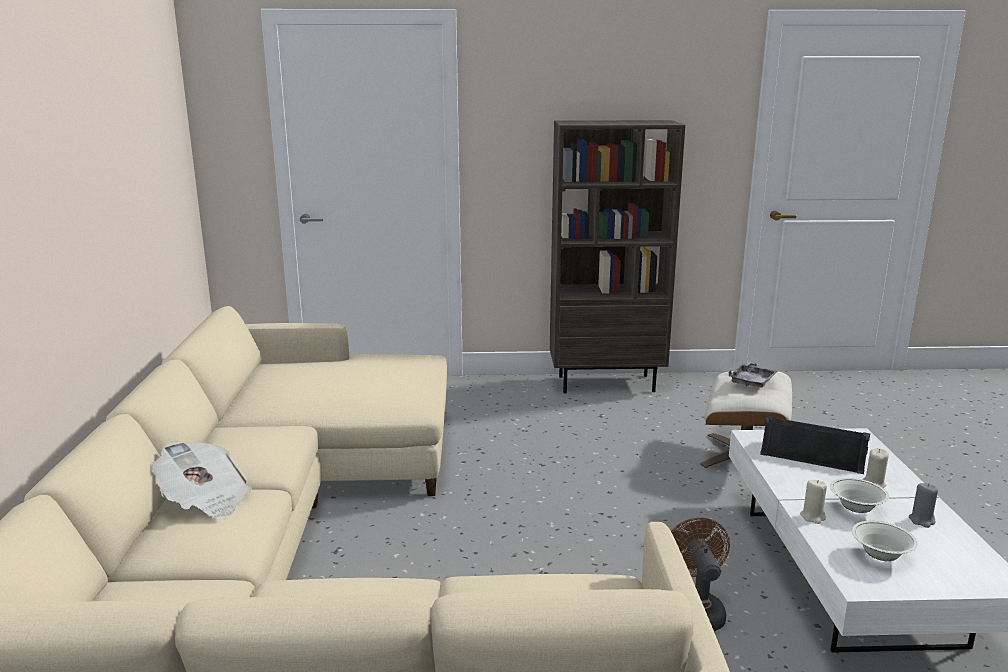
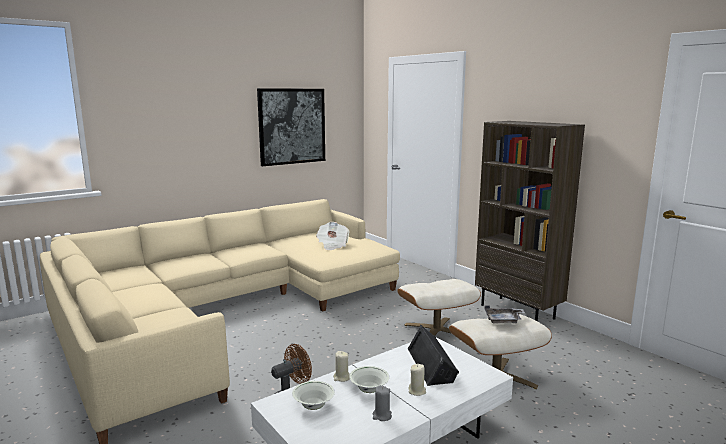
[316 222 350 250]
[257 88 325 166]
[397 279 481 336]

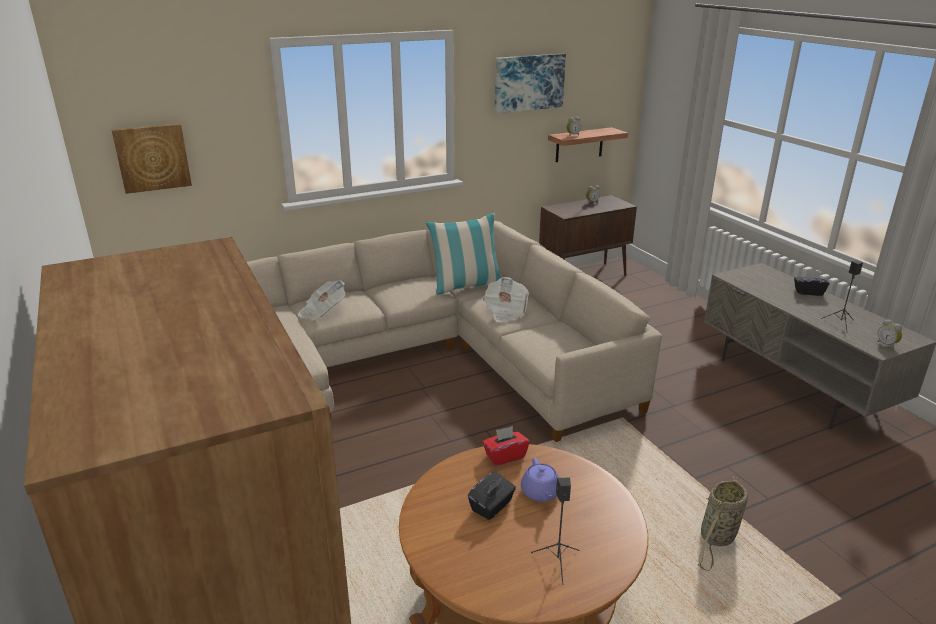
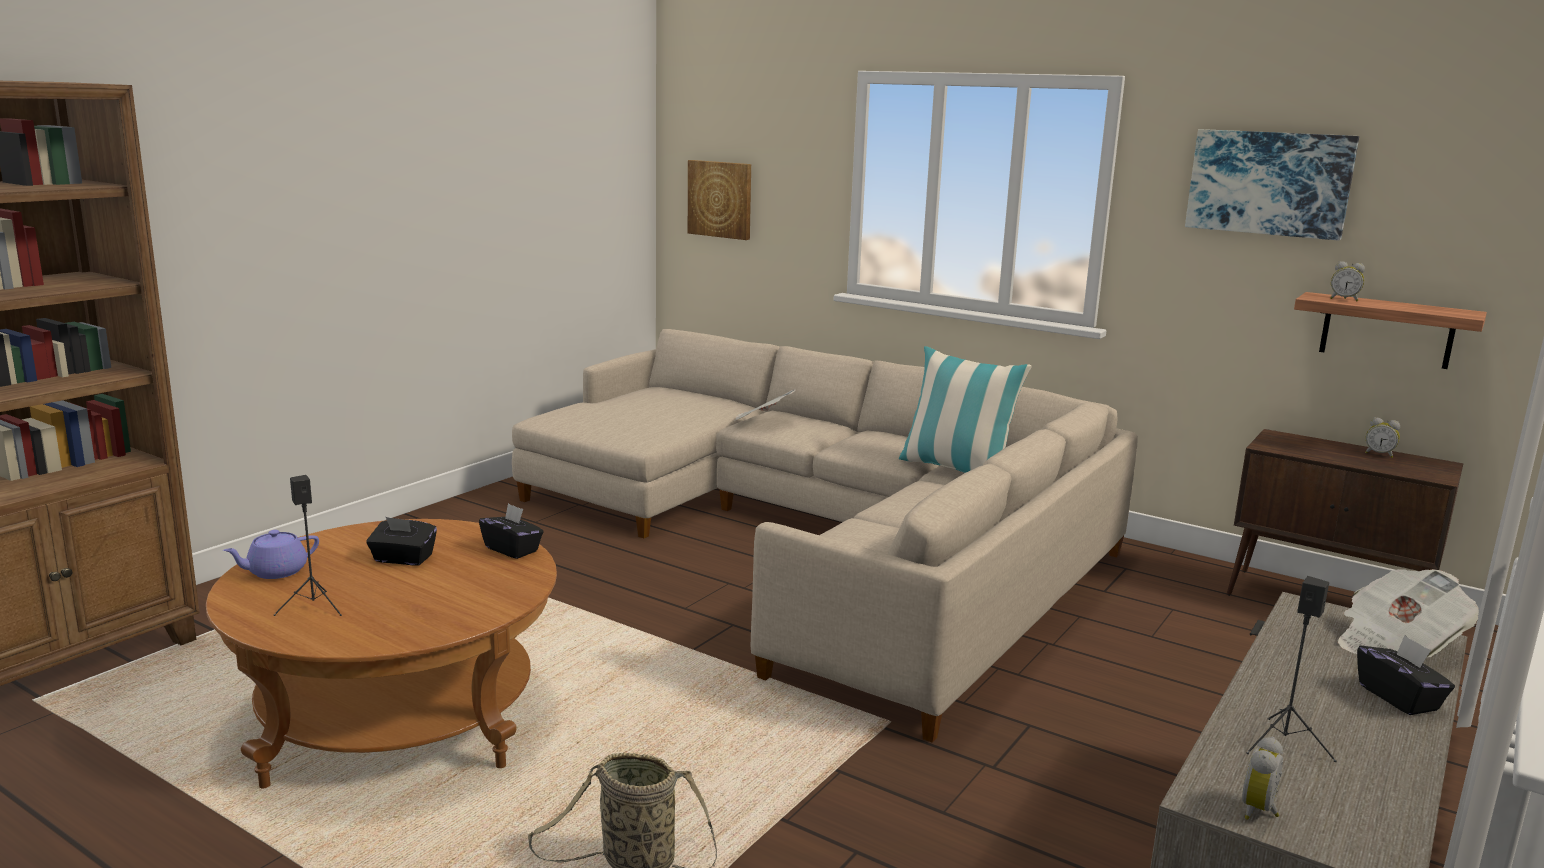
[1338 569 1479 657]
[479 503 544 559]
[223 530 319 579]

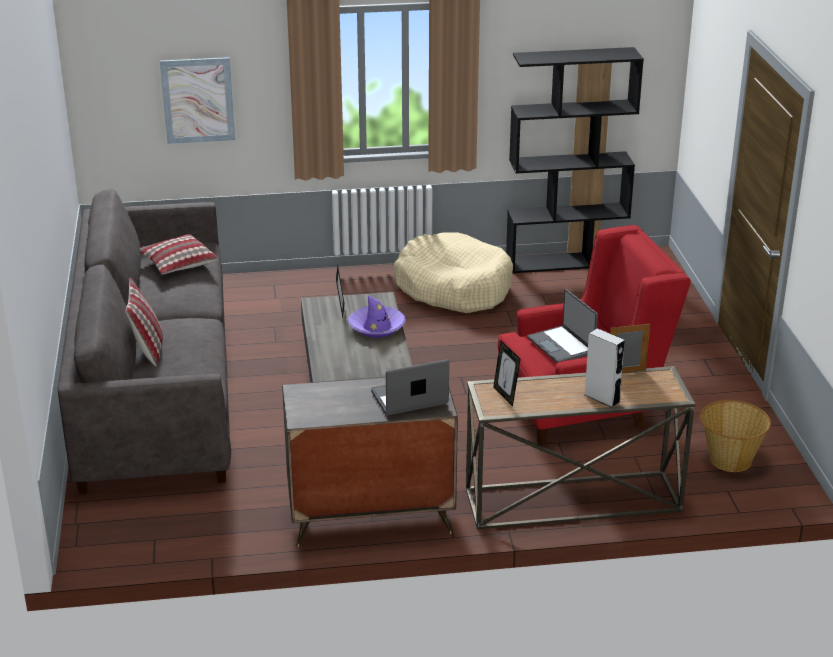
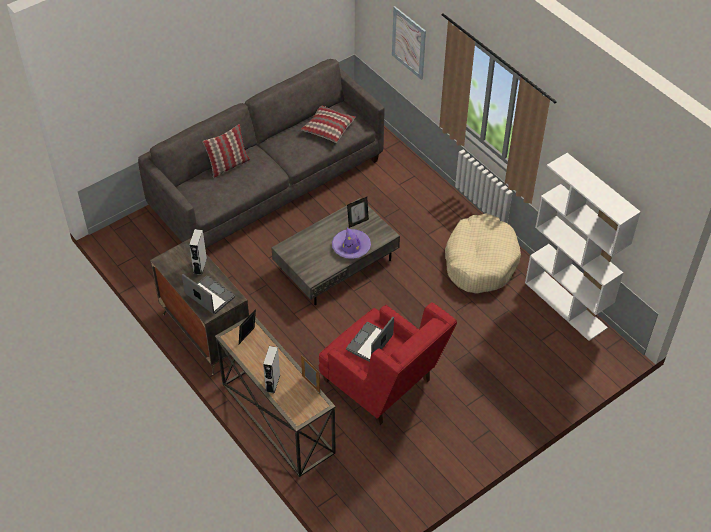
[525 153 641 341]
[700 400 771 472] (first image)
[189 229 207 275]

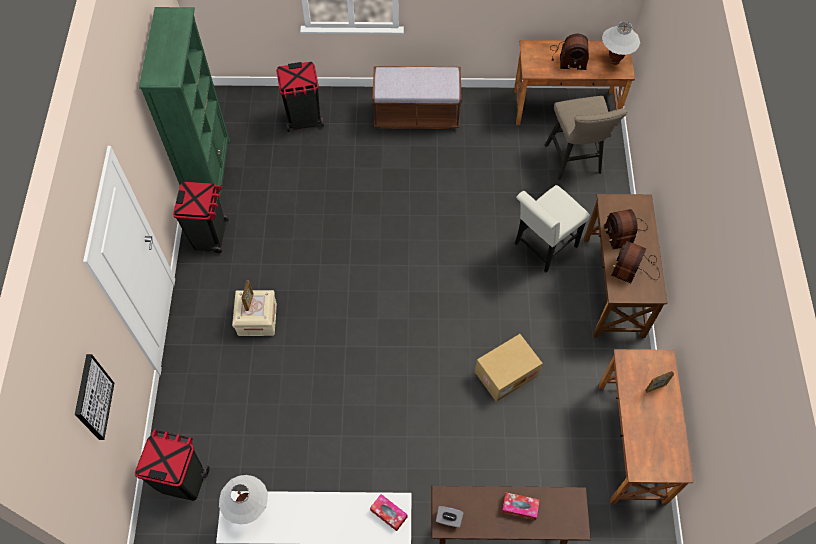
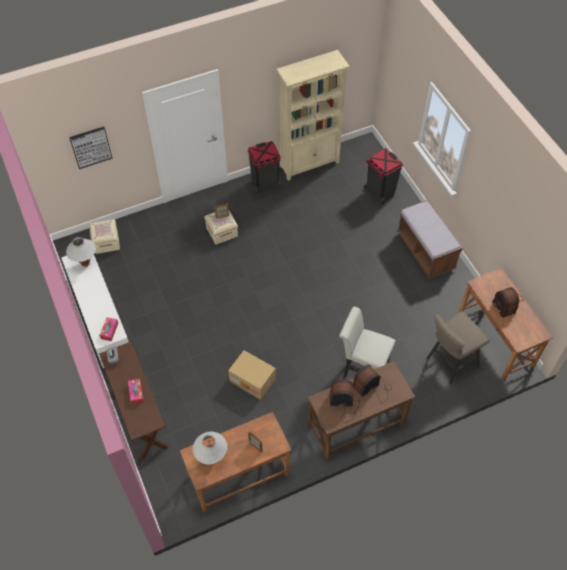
[276 50 350 181]
[193 431 228 465]
[89 219 120 254]

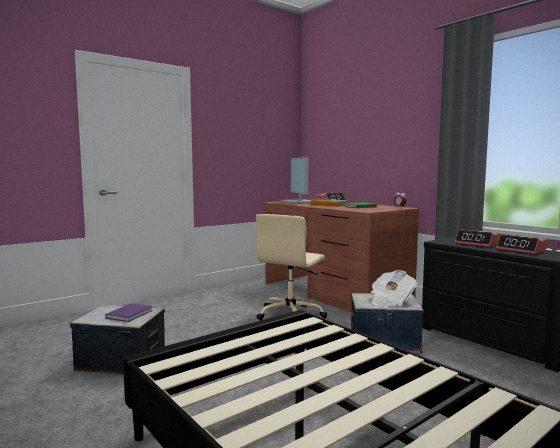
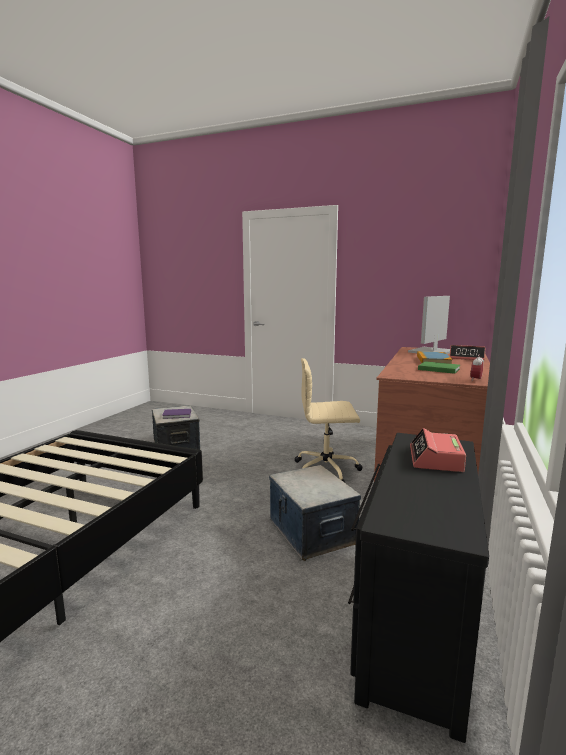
[496 234 547 254] (first image)
[371 270 417 306] (first image)

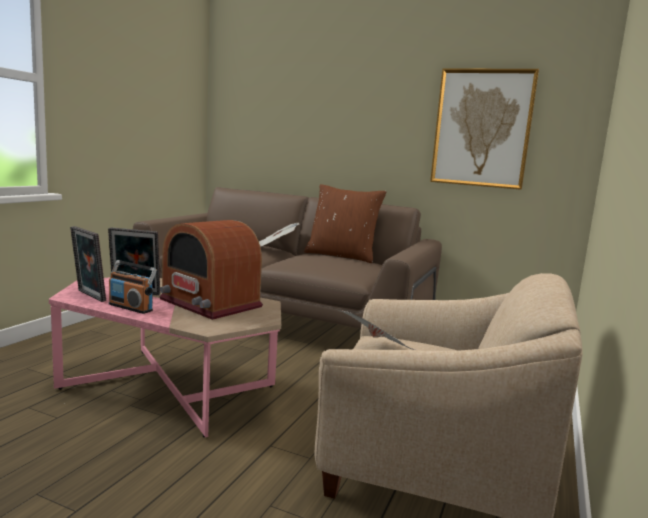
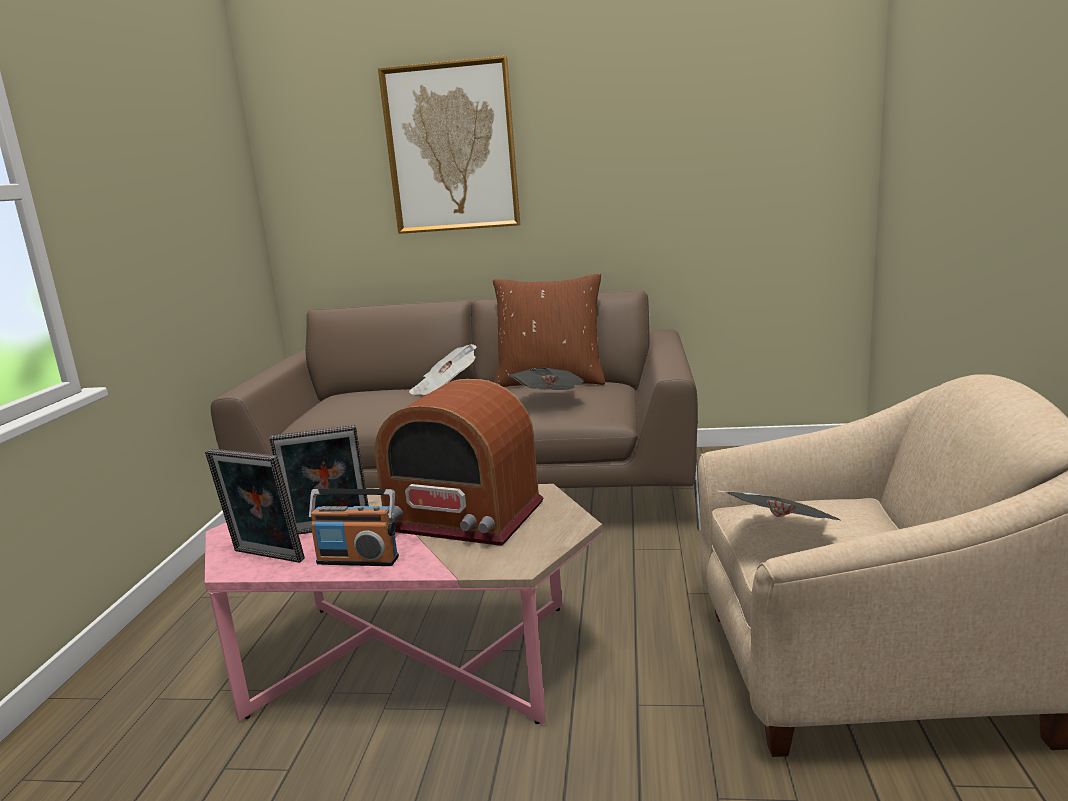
[378 56 520 234]
[509 368 585 390]

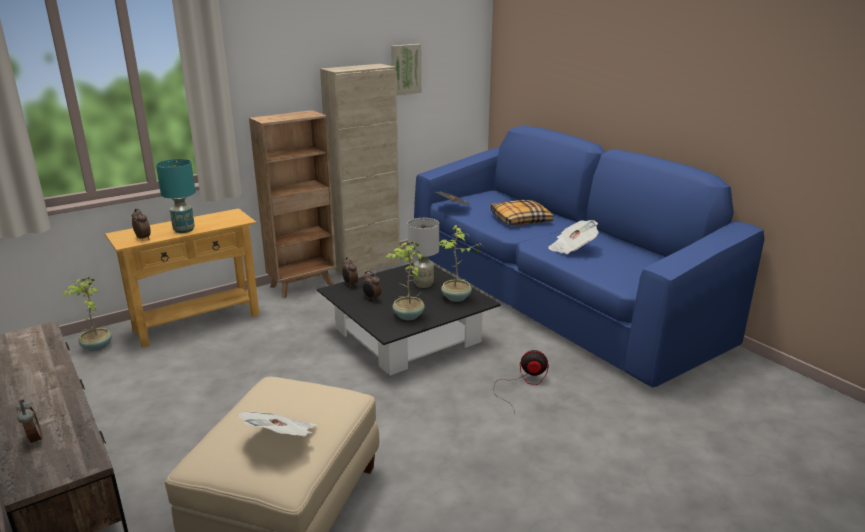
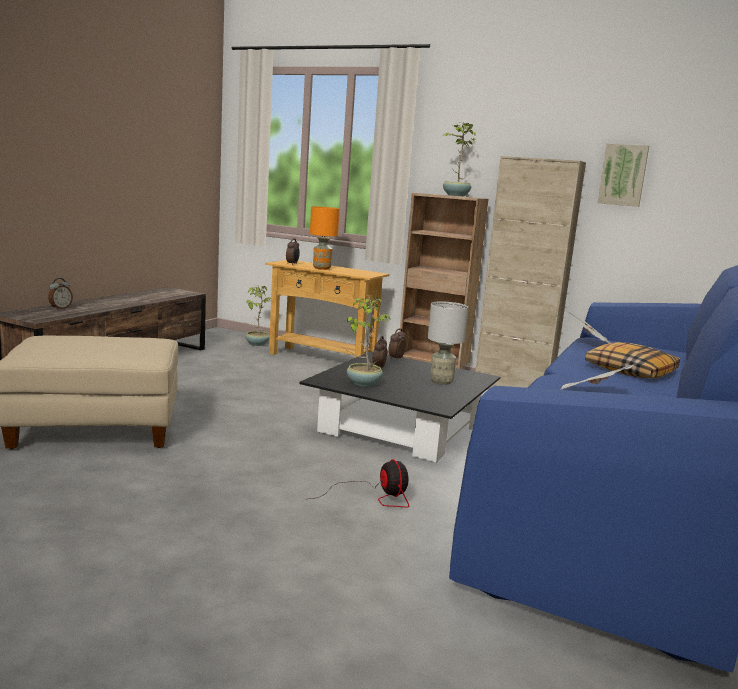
[310 206 340 270]
[442 122 476 197]
[237 411 317 436] (first image)

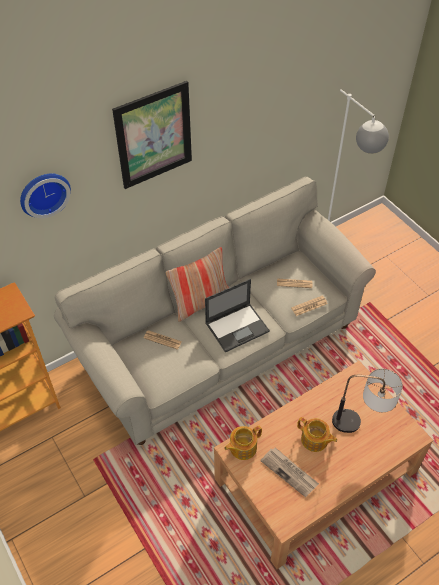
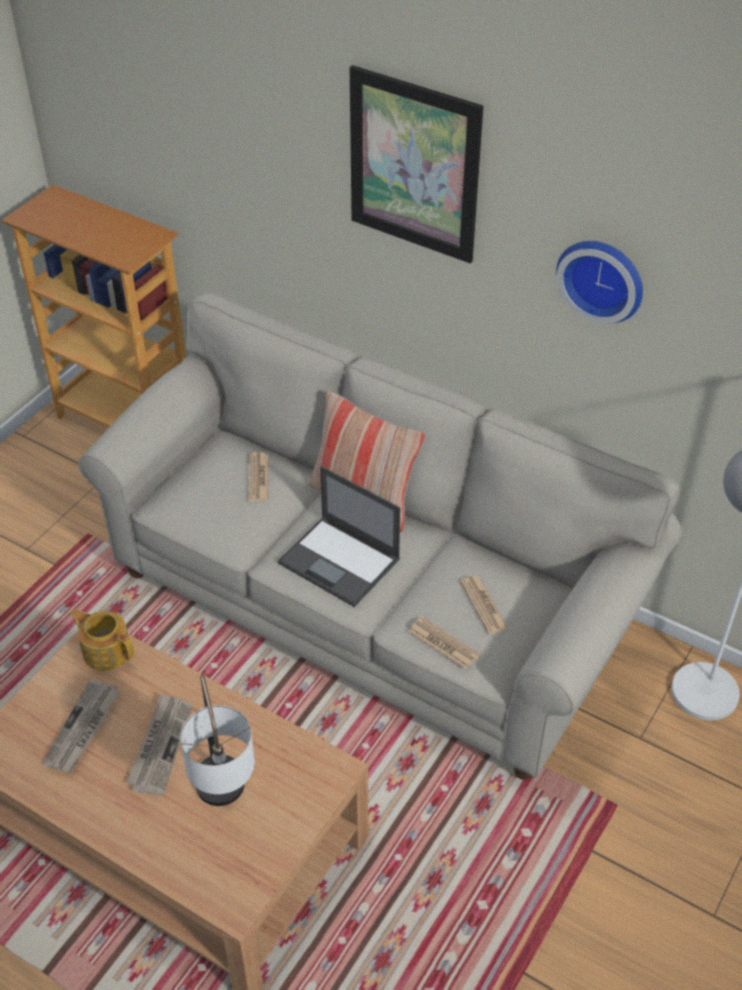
[556 241 643 324]
[126 693 192 796]

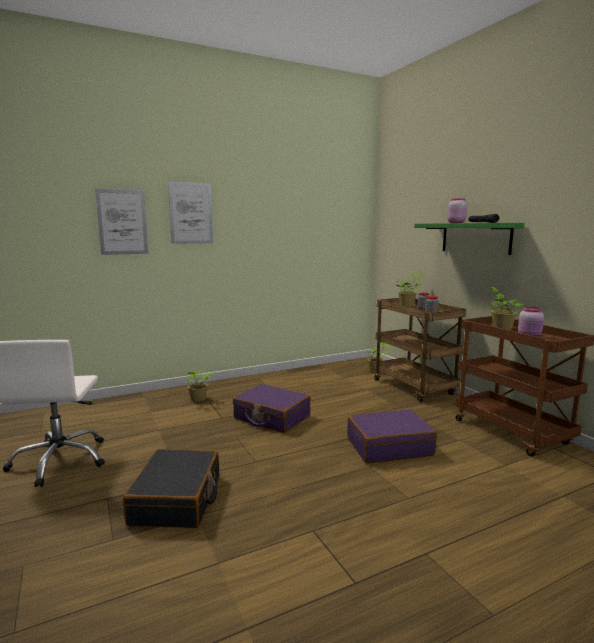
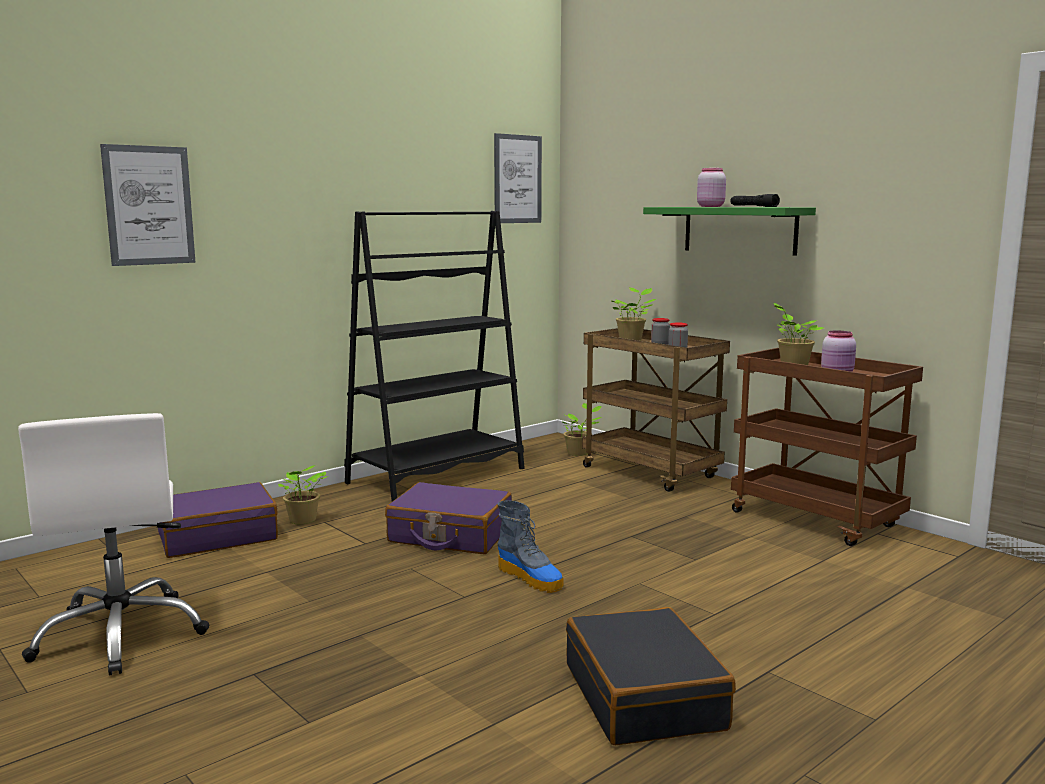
[494 133 542 223]
[158 482 278 558]
[566 607 736 745]
[344 211 525 501]
[497 500 563 593]

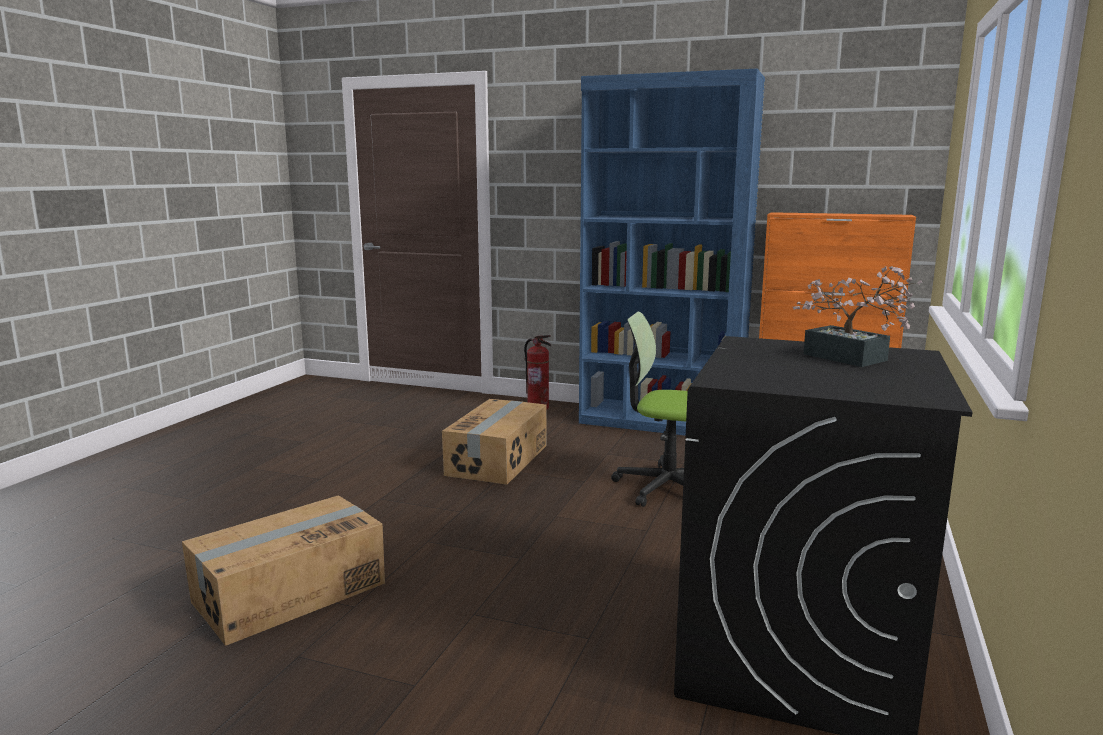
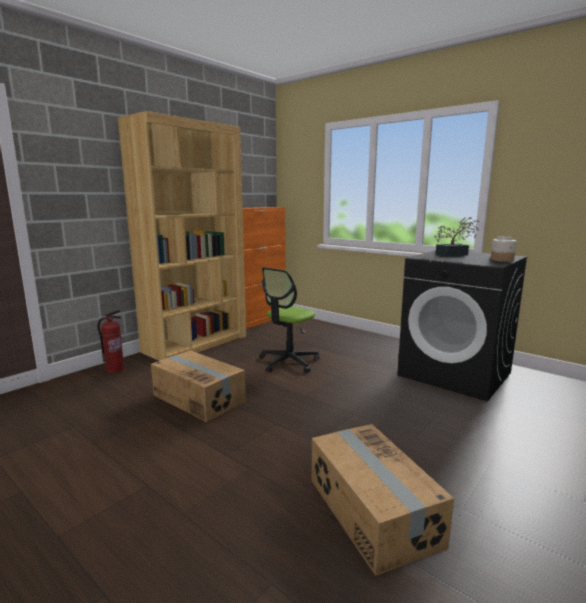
[118 111 246 361]
[491 236 517 262]

